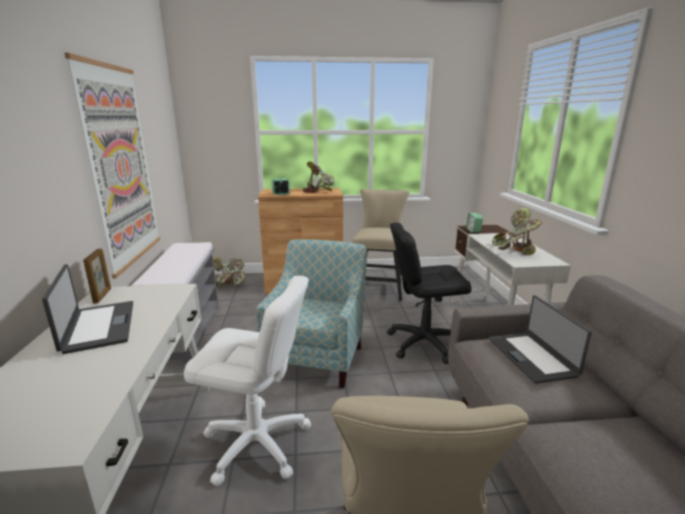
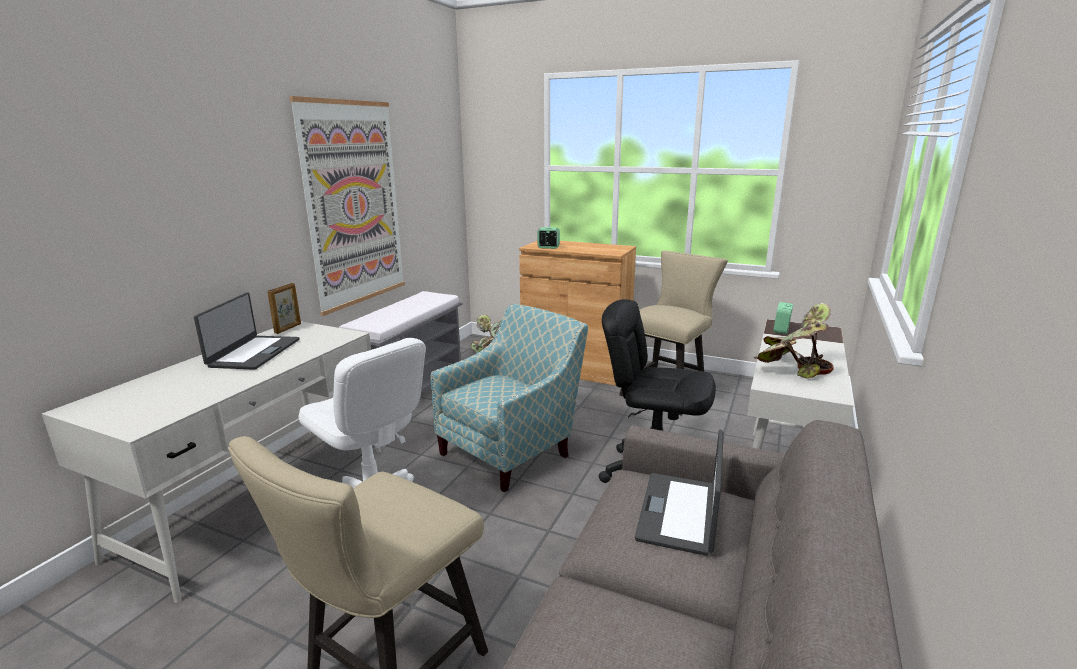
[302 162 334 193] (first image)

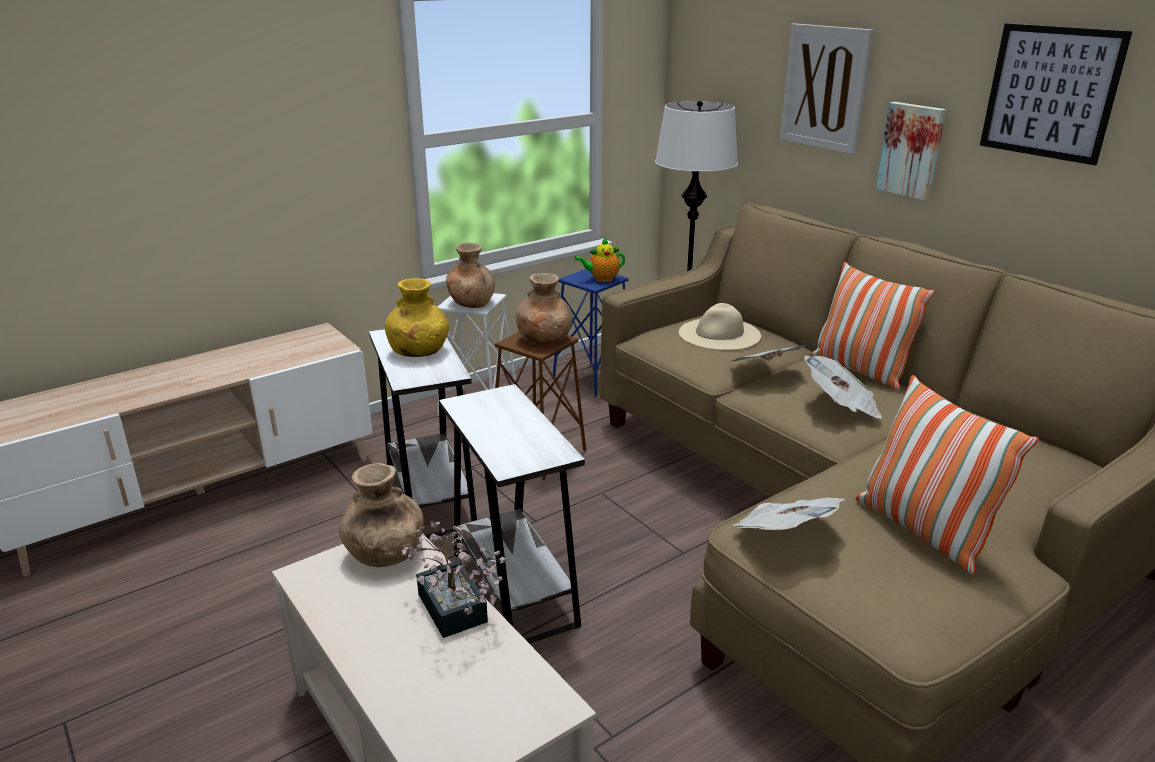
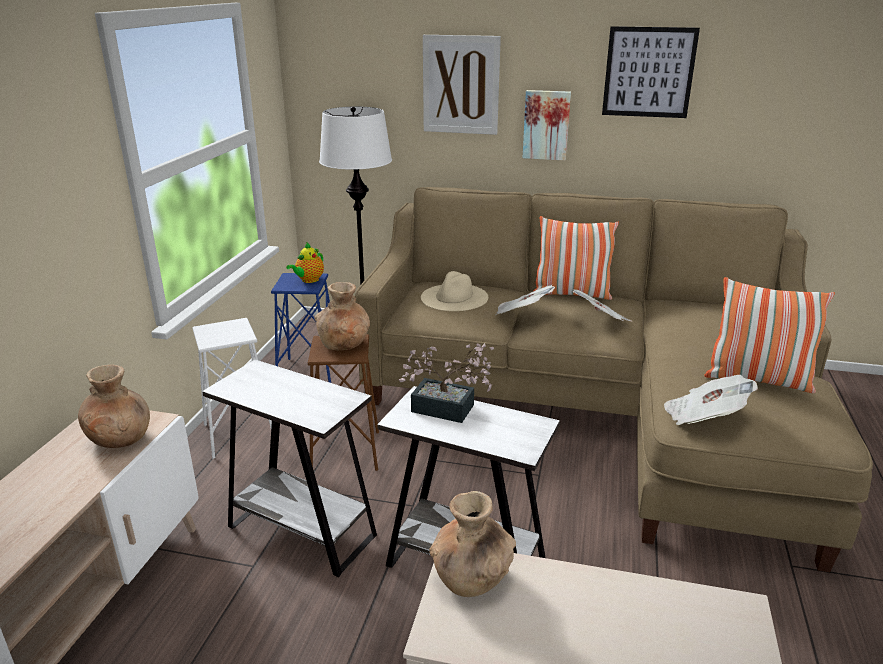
[78 365 150 448]
[385 278 449 357] (first image)
[399 343 494 423]

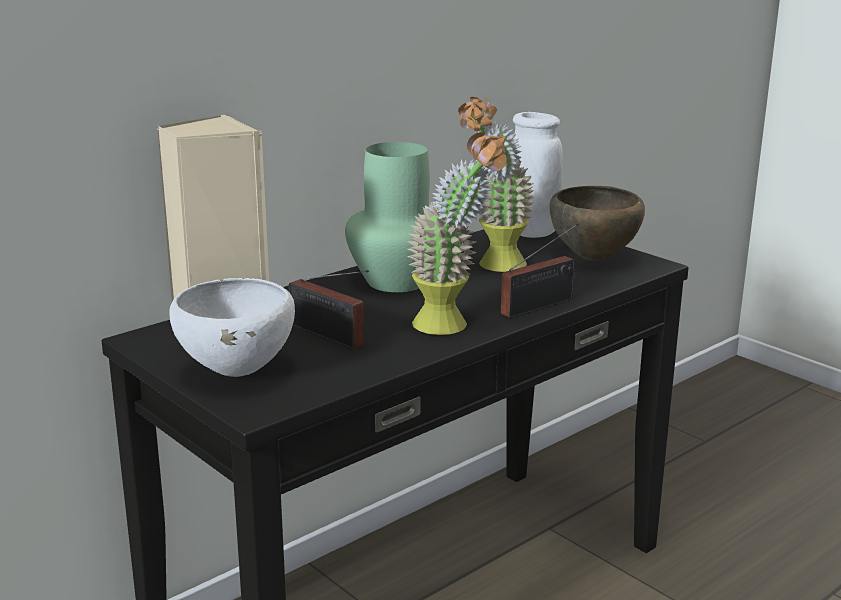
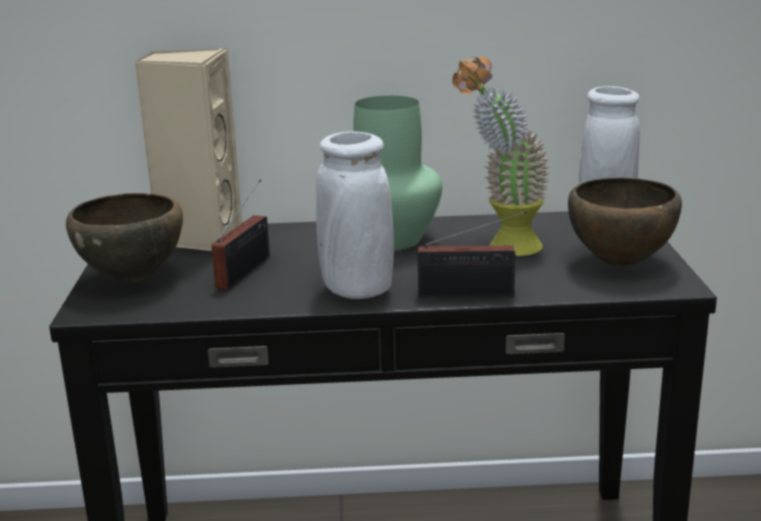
[316 131 394 299]
[212 180 270 290]
[66 193 183 282]

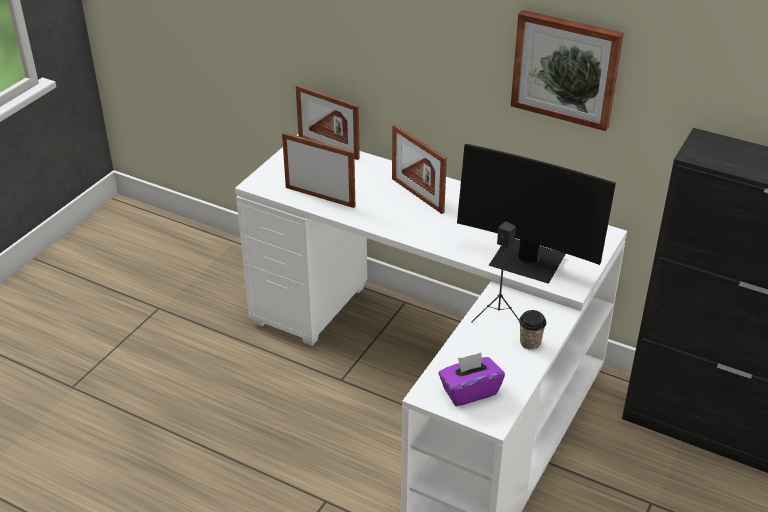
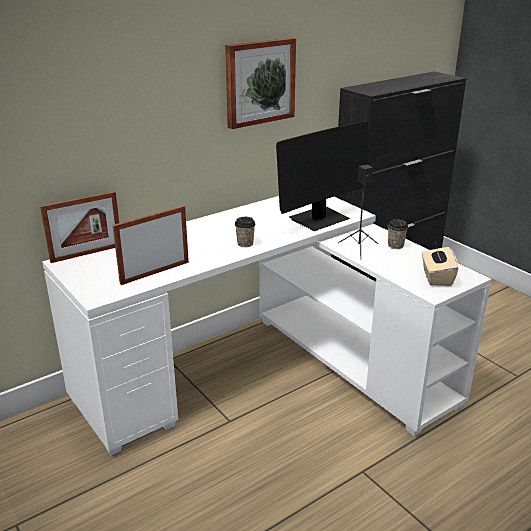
[392 124 447 214] (first image)
[422 246 458 286]
[235 217 255 247]

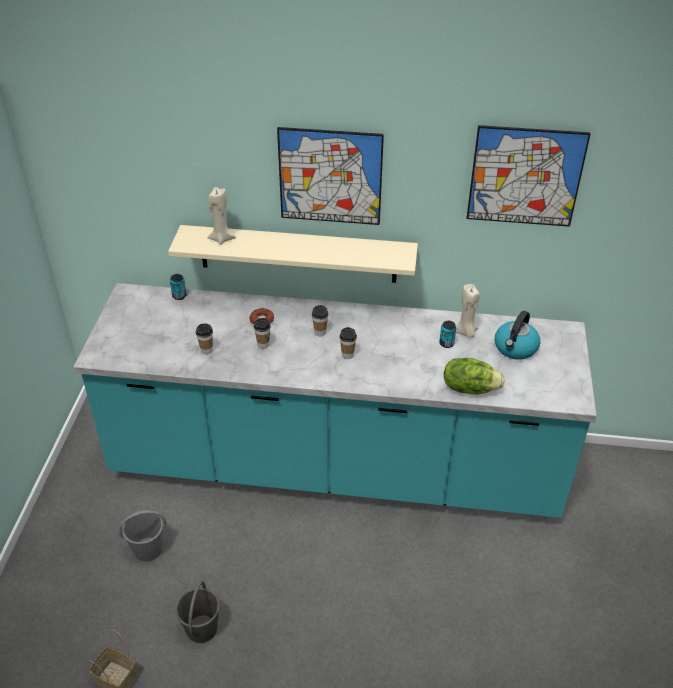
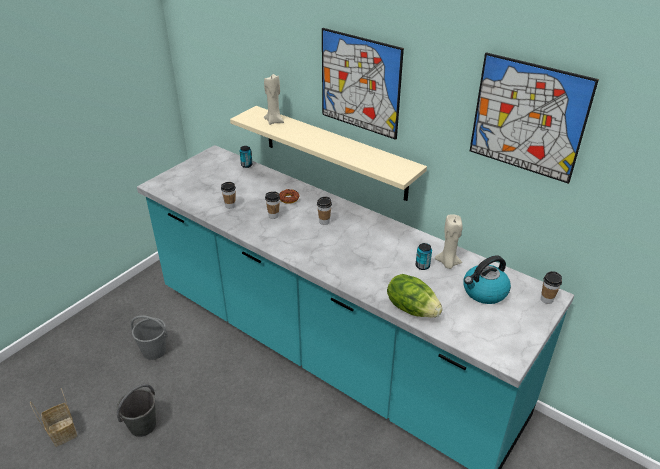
[541 271 562 304]

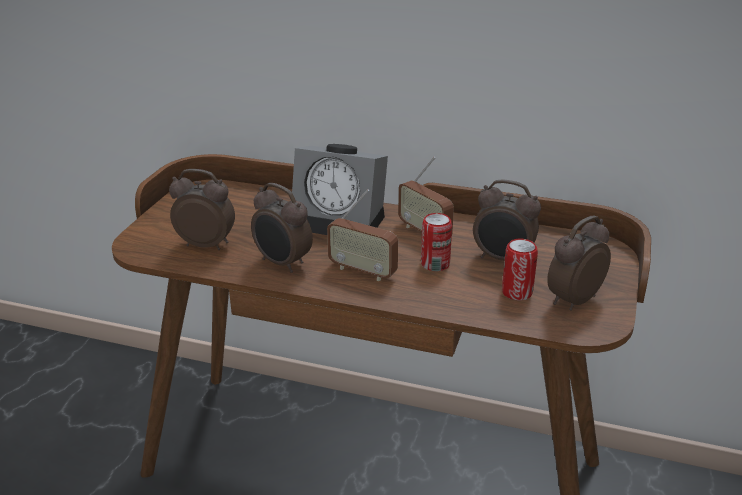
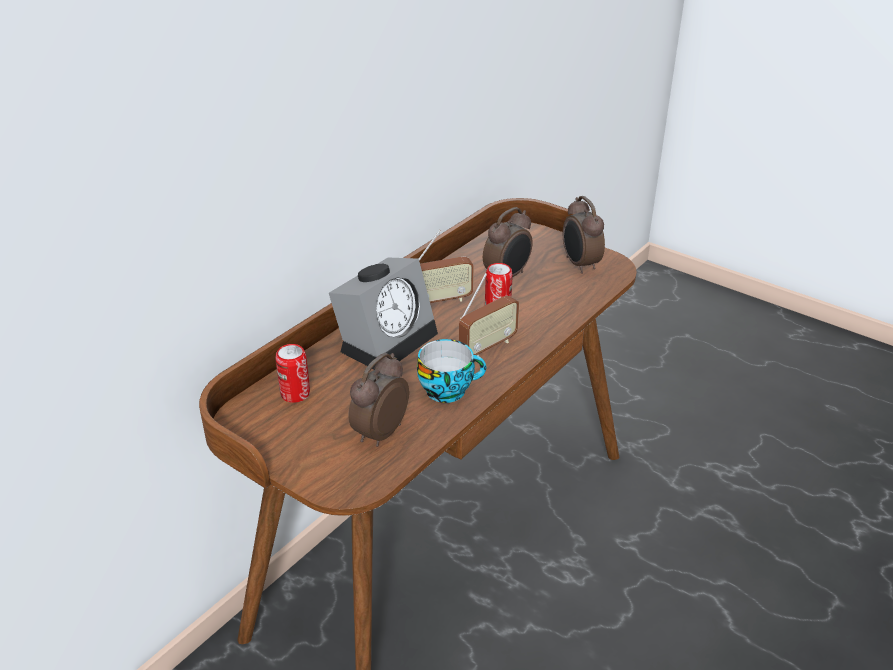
[417 339 486 403]
[275 344 310 403]

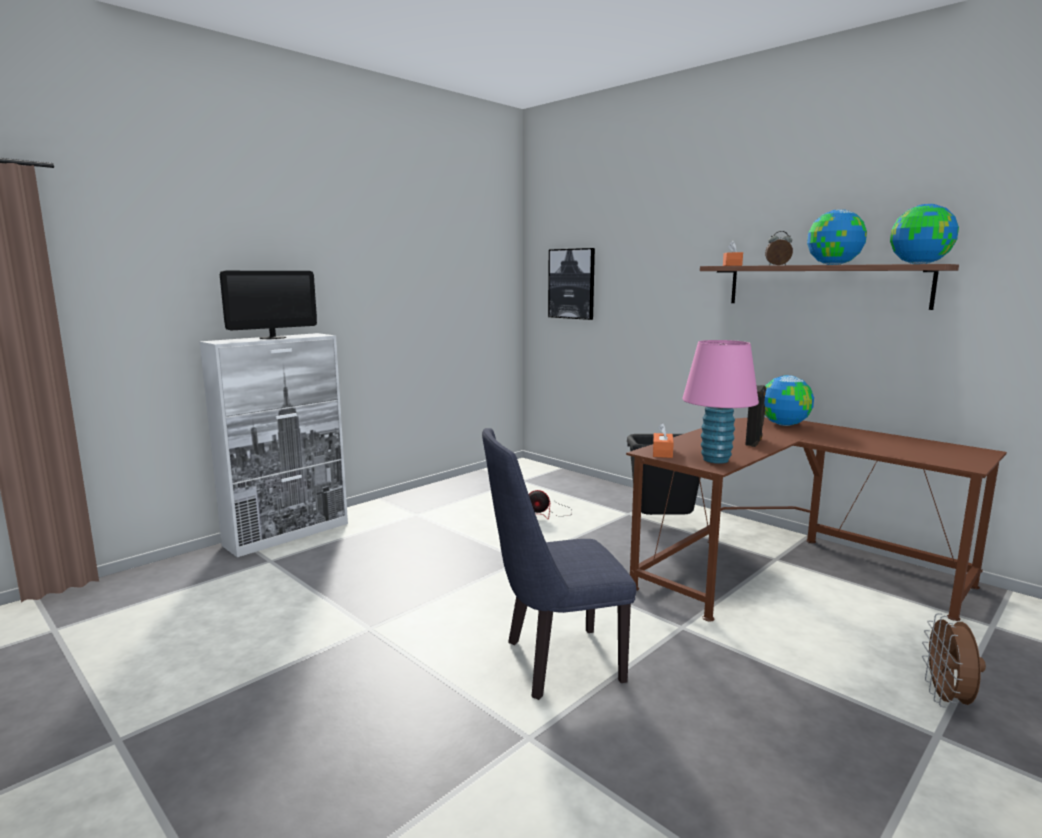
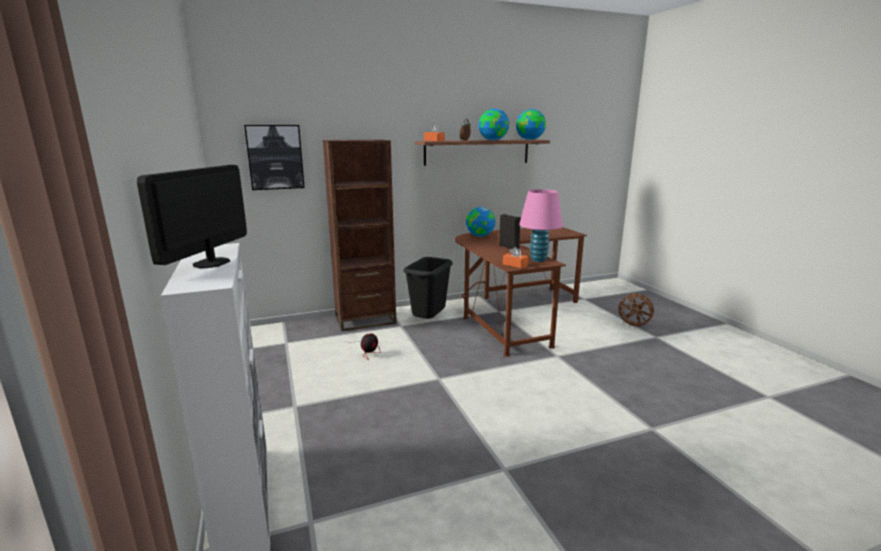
[137 165 247 268]
[482 428 637 700] (first image)
[323 139 397 331]

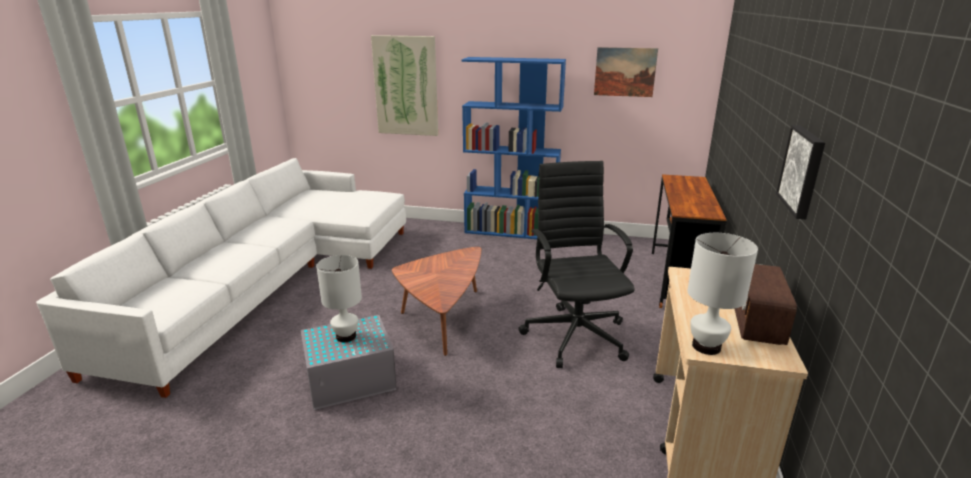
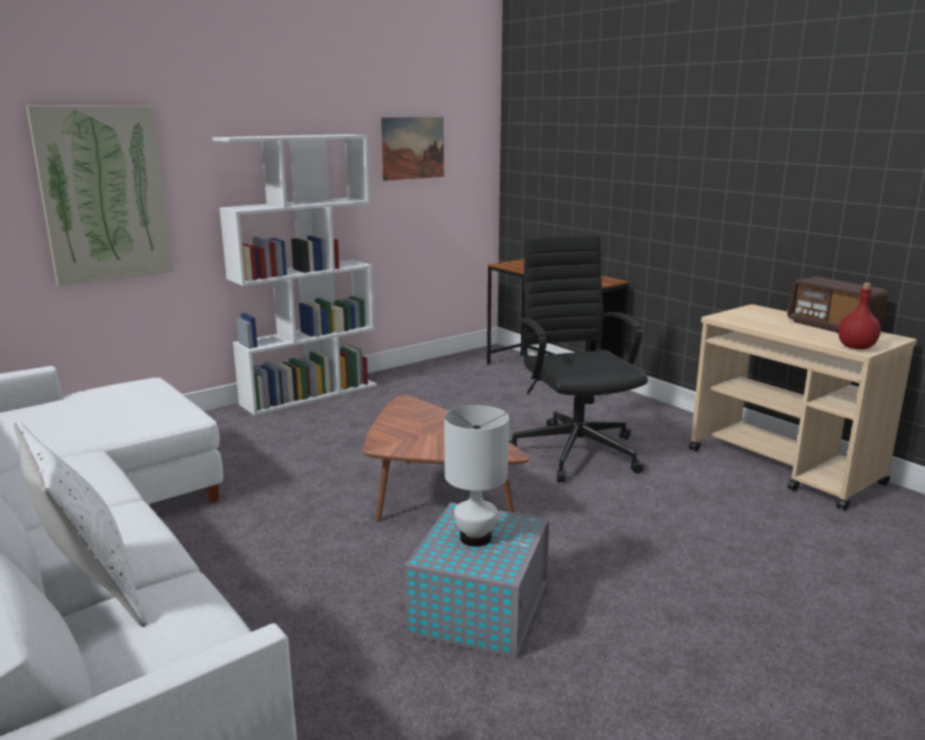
[212 134 377 416]
[776 125 825 219] (first image)
[509 234 648 482]
[838 283 881 350]
[14 422 147 627]

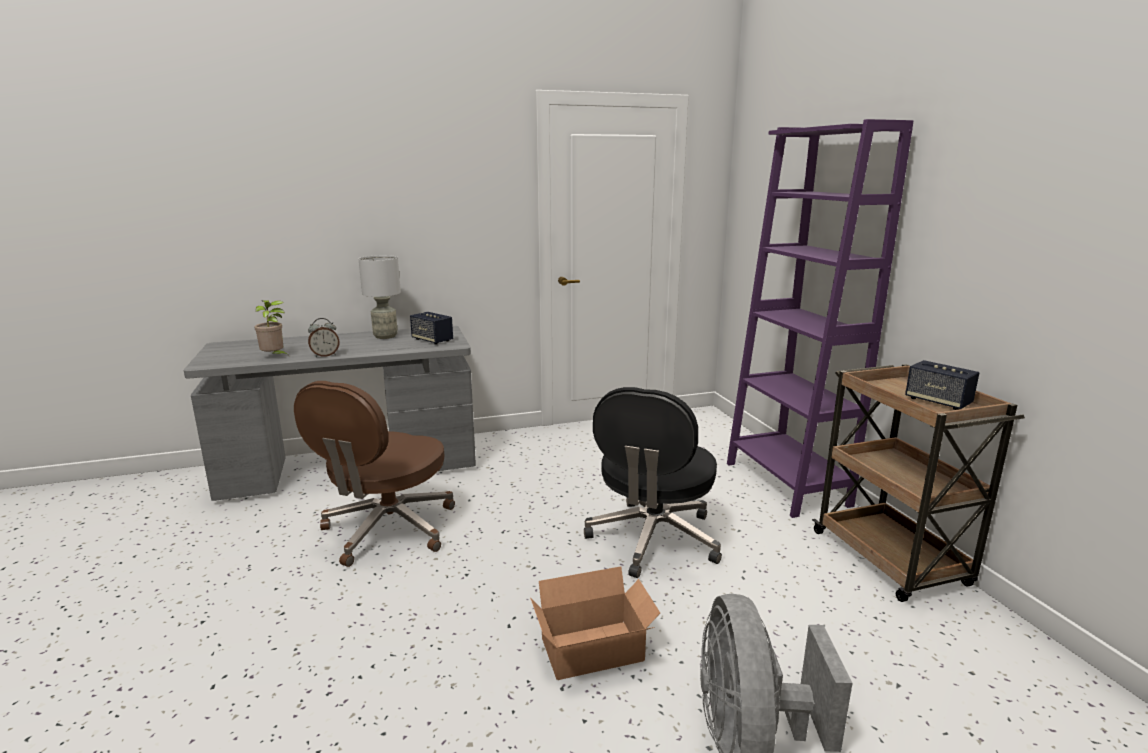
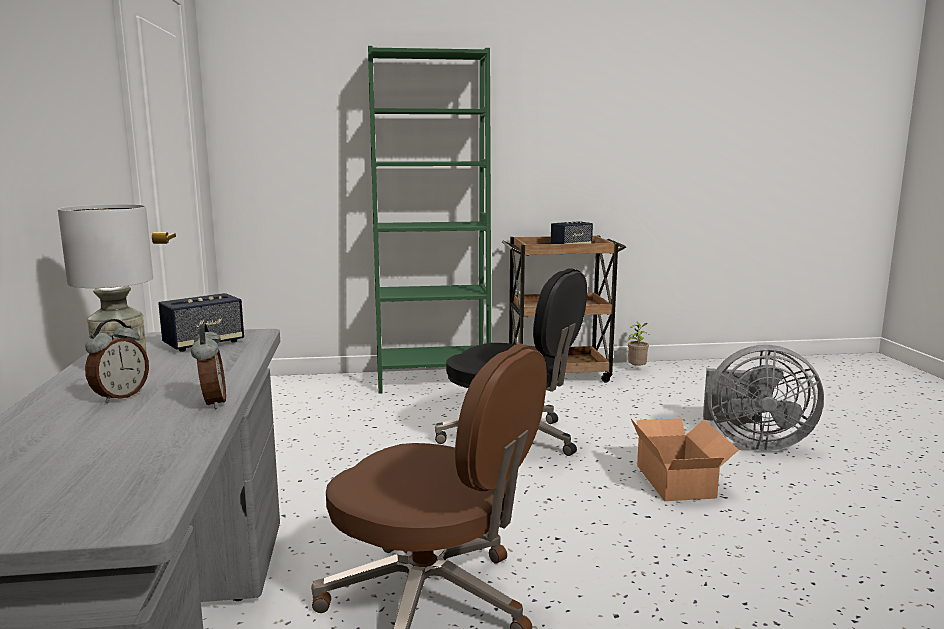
[368 46 491 393]
[628 322 649 365]
[85 319 149 403]

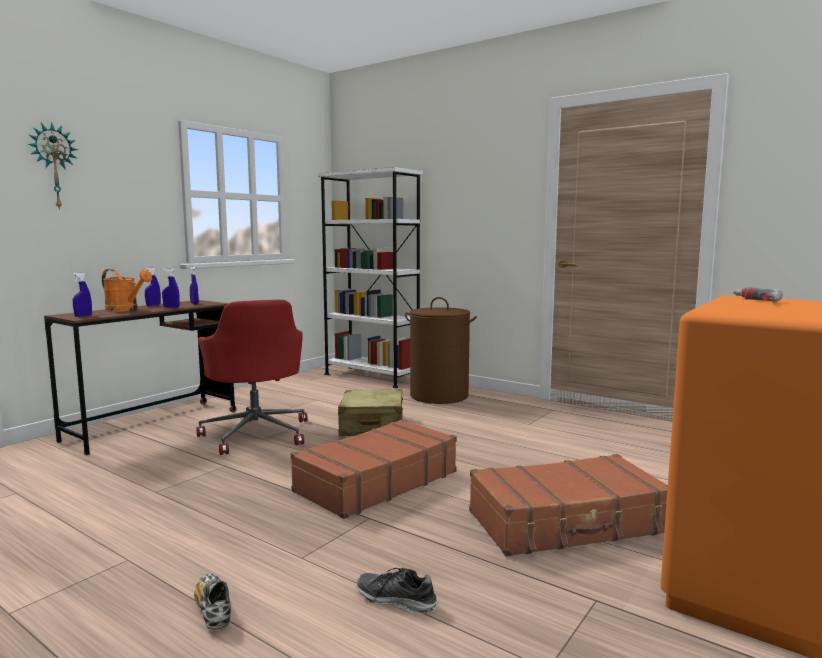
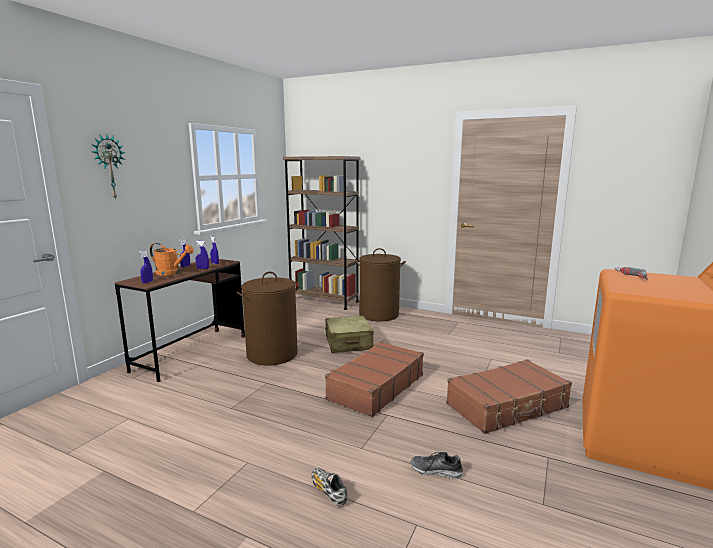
[283 156 361 310]
[237 272 300 366]

